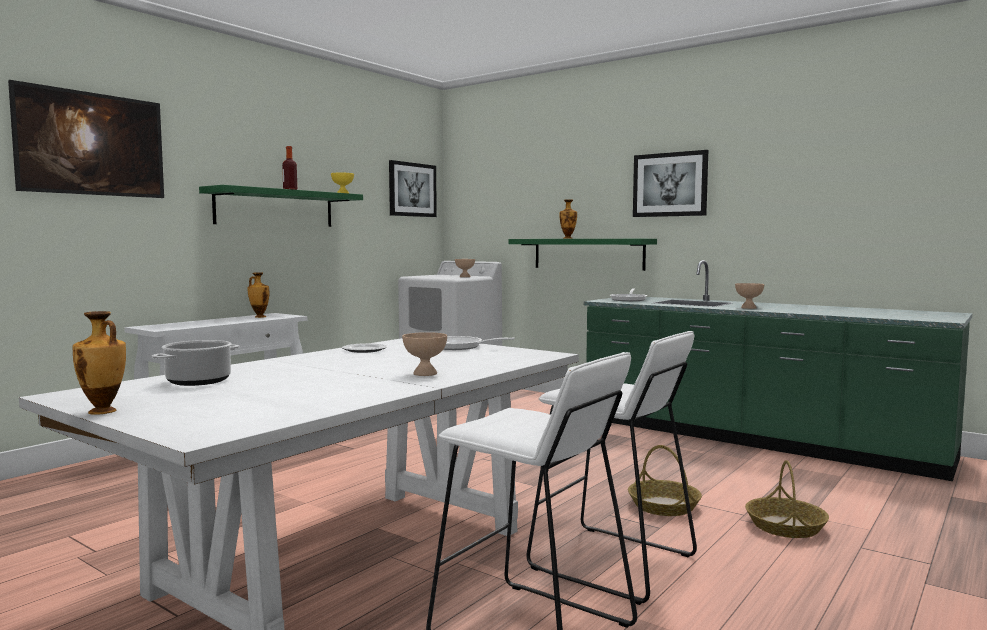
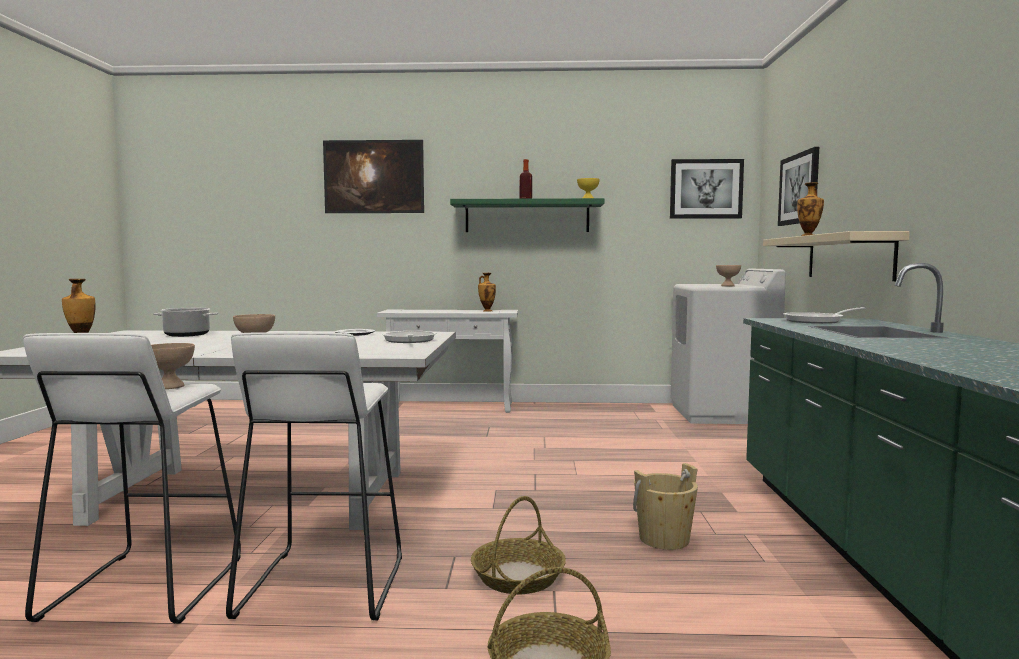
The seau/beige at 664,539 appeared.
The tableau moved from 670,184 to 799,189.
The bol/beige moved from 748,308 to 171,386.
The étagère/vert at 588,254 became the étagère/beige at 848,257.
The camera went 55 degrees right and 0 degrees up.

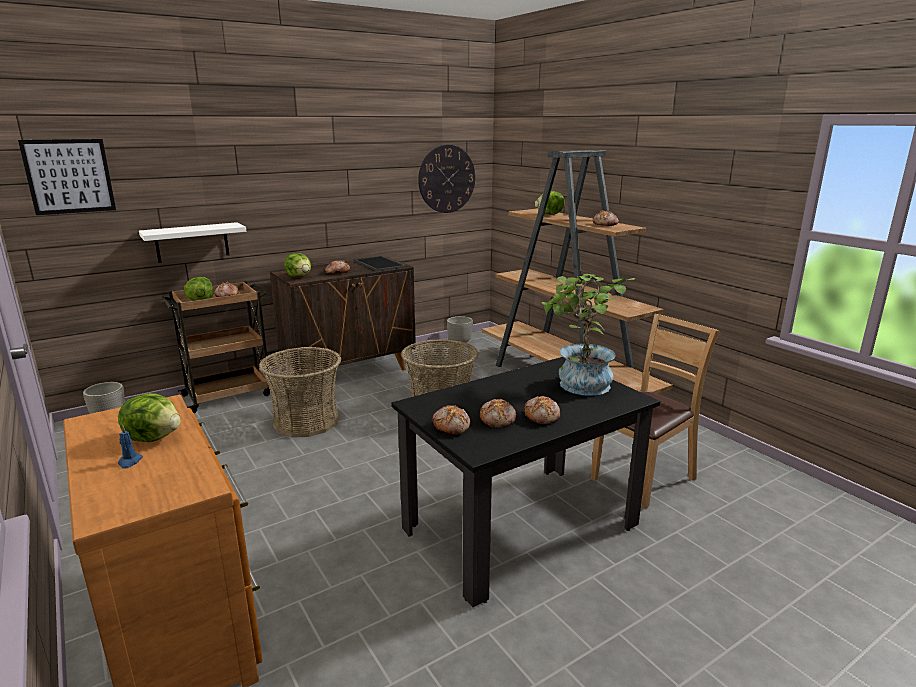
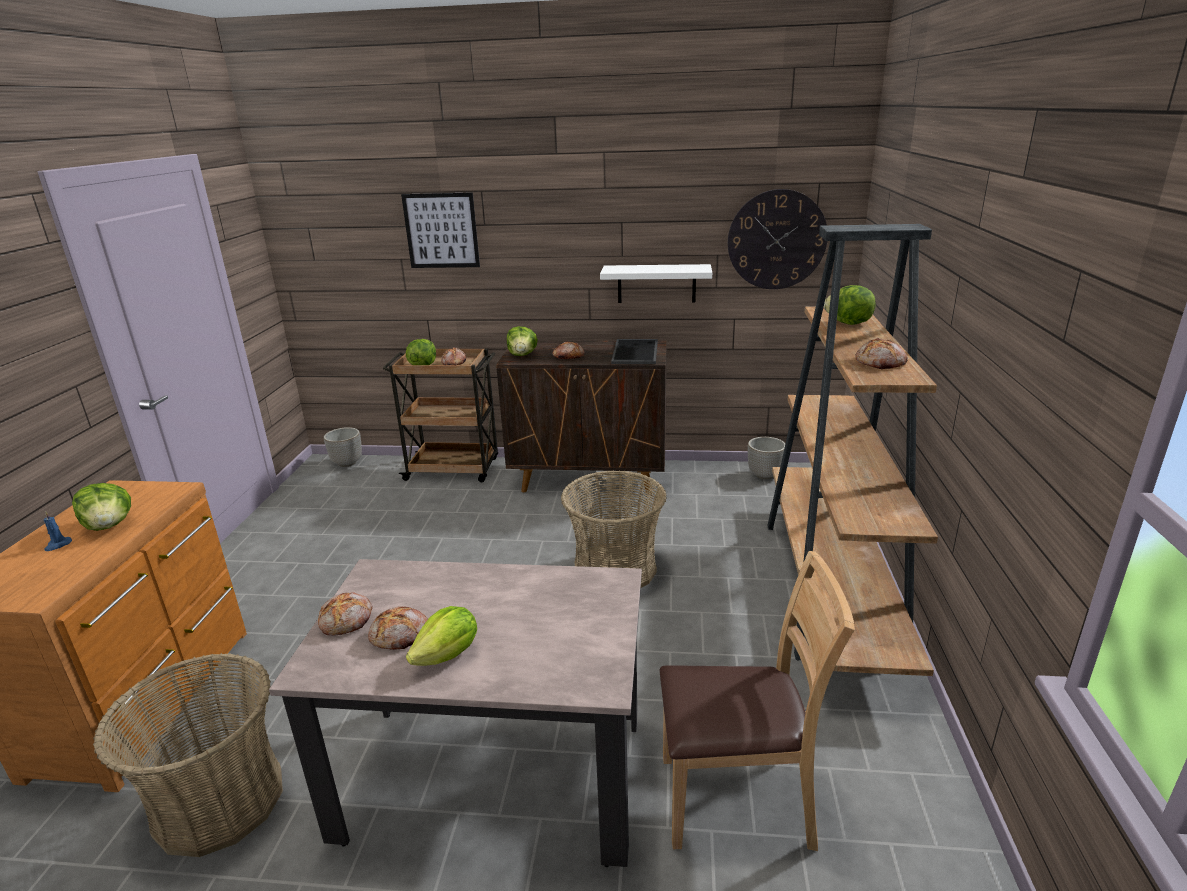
The plante en pot at 579,387 disappeared.
The tableau moved from 69,176 to 441,231.
The étagère/blanc moved from 192,242 to 656,283.
The panier moved from 306,421 to 219,800.
The pain at 542,416 was replaced by the laitue at 448,655.
The table à manger/noir at 520,528 became the table à manger/beige at 494,776.
The camera went 40 degrees right and 5 degrees up.

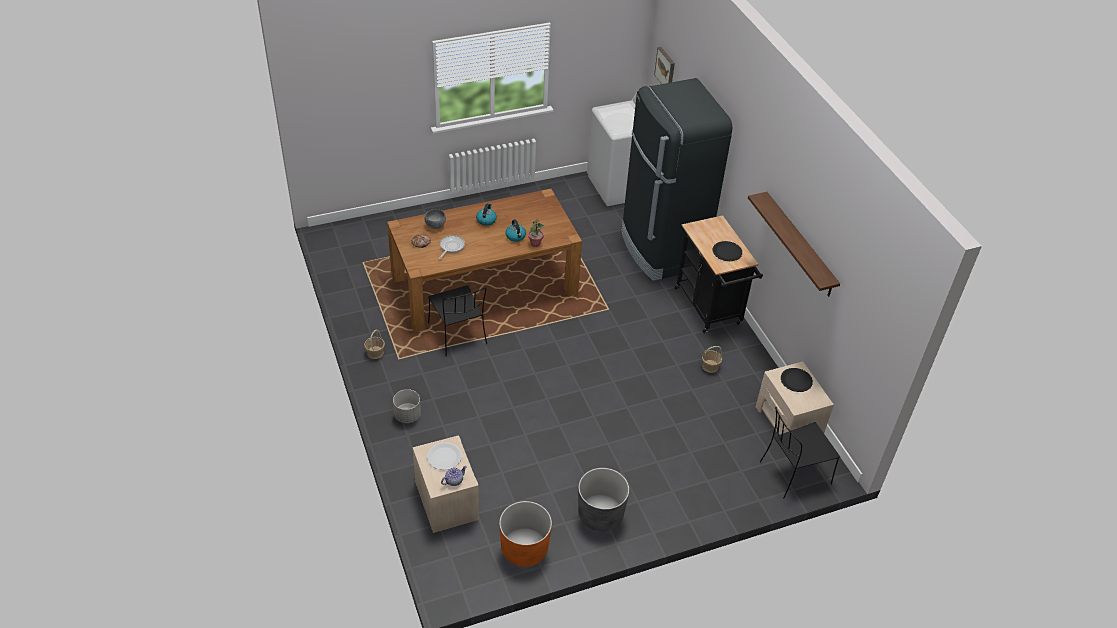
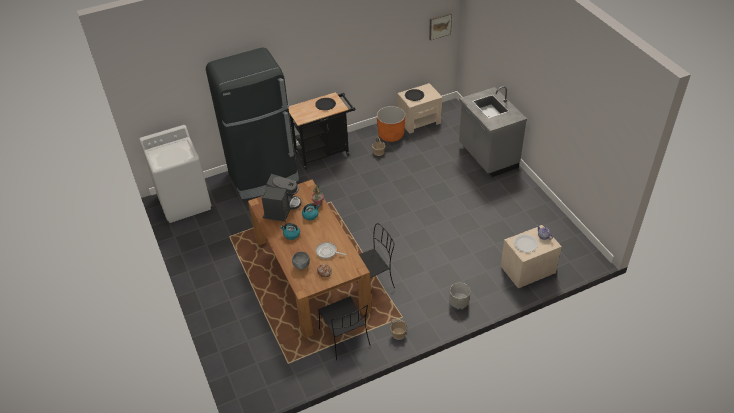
The cache-pot/gris at 600,514 disappeared.
The étagère at 799,245 disappeared.
The machine à café at 281,208 appeared.
The comptoir de cuisine/gris at 487,157 appeared.
The cache-pot/orange moved from 524,549 to 391,135.
The tableau moved from 666,68 to 439,25.
The chaise/noir moved from 793,473 to 345,338.
The camera went 90 degrees left and 0 degrees up.

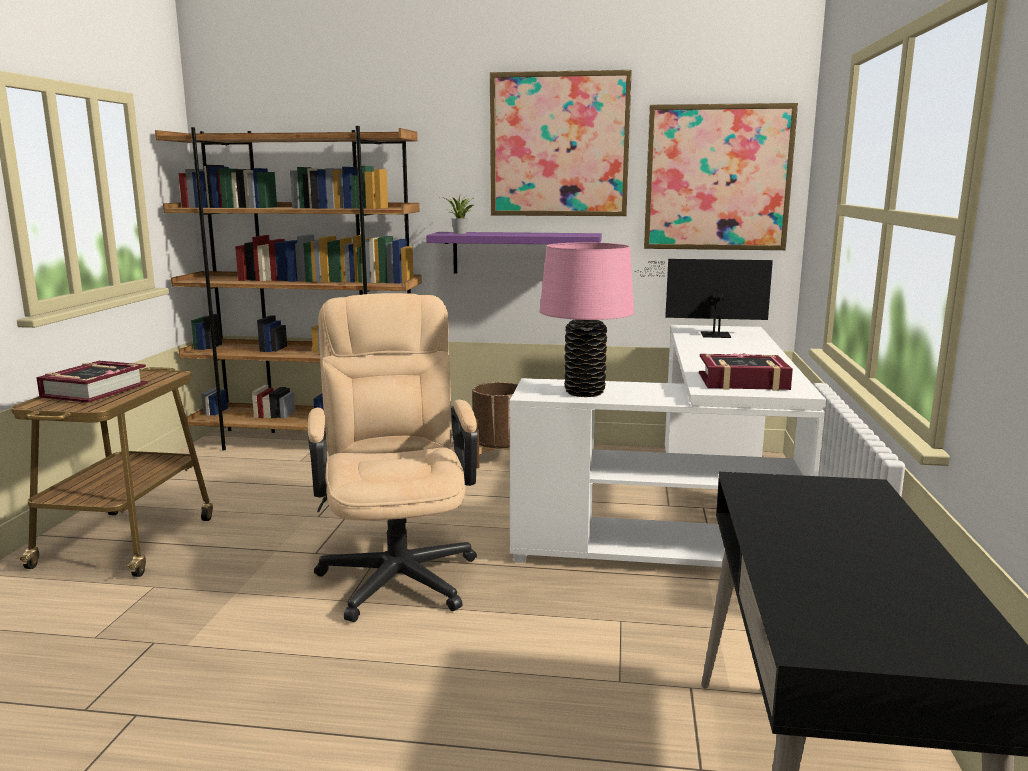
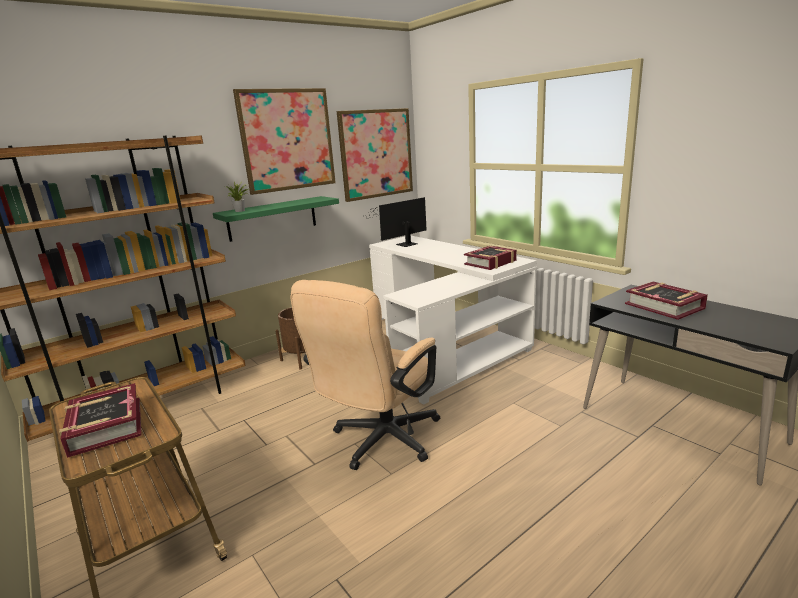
The lampe de table/rose at 584,392 disappeared.
The livre at 664,306 appeared.
The étagère/violet at 518,253 became the étagère/vert at 272,218.
The chaise de bureau/beige at 398,570 turned 90 degrees counterclockwise.
The camera went 45 degrees left and 5 degrees up.

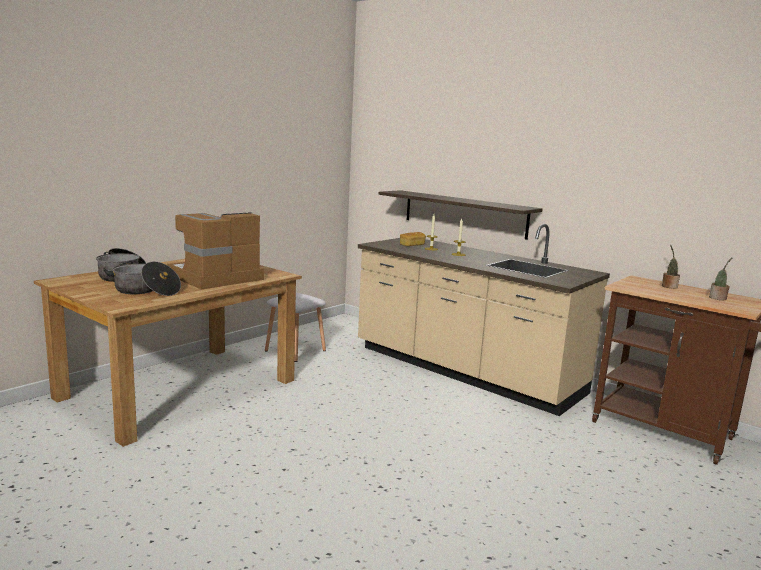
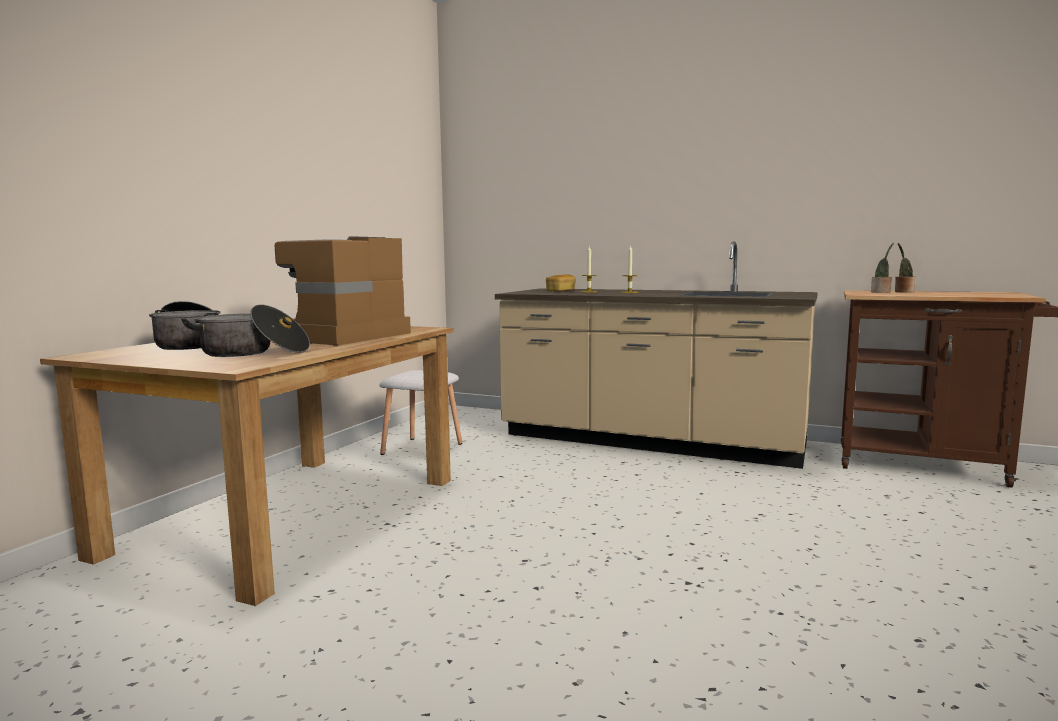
The étagère at 464,213 disappeared.
The plante en pot moved from 718,298 to 881,292.
The camera went 15 degrees left and 5 degrees down.

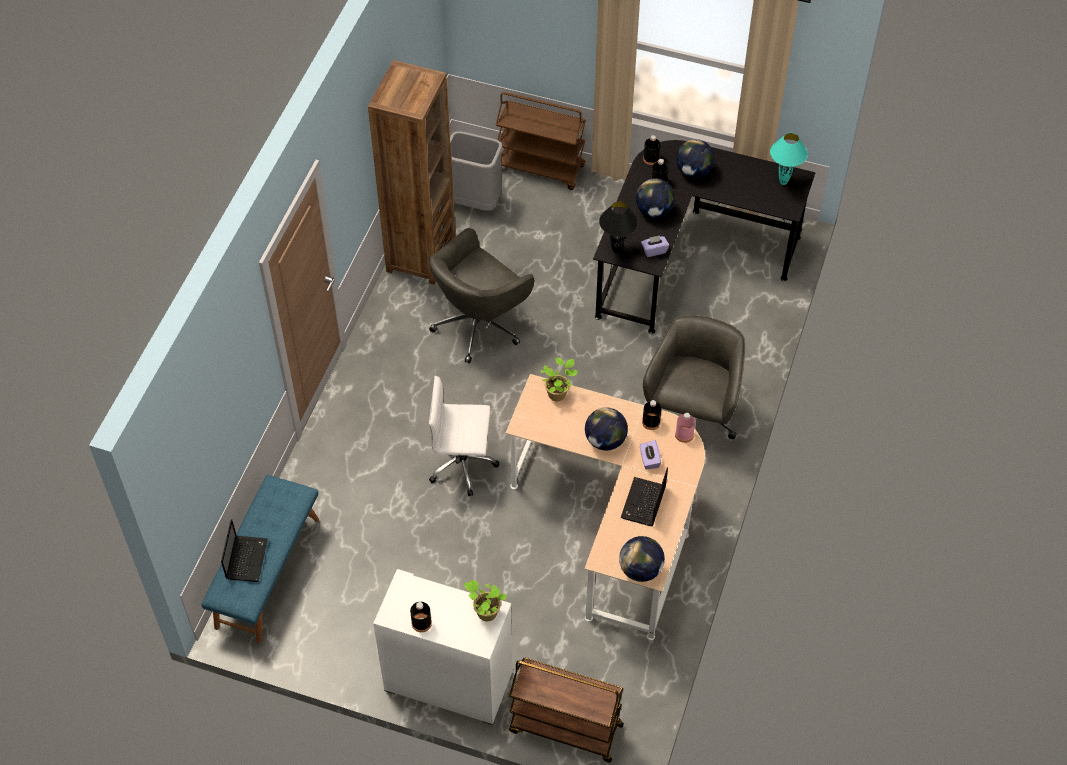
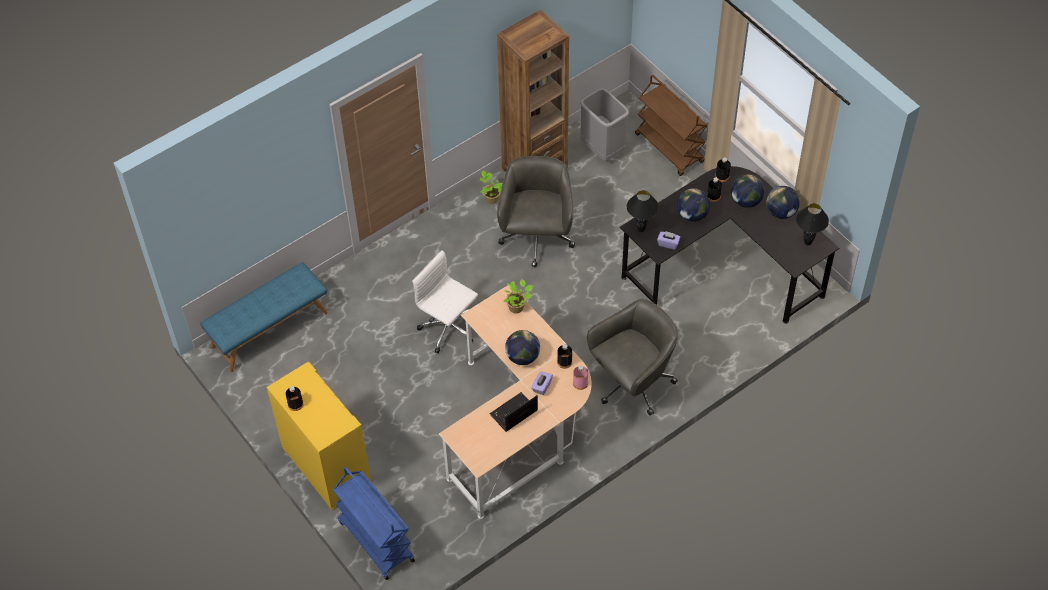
The ordinateur portable at 246,558 disappeared.
The plante en pot moved from 485,612 to 491,198.
The globe moved from 640,569 to 781,212.
The meuble de rangement/blanc at 447,682 became the meuble de rangement/jaune at 325,466.
The chariot/marron at 564,728 became the chariot/bleu at 375,540.
The lampe de table/turquoise at 783,182 became the lampe de table/noir at 807,243.
The chaise de bureau/gris at 480,324 turned 105 degrees clockwise.
The camera went 35 degrees right and 0 degrees up.

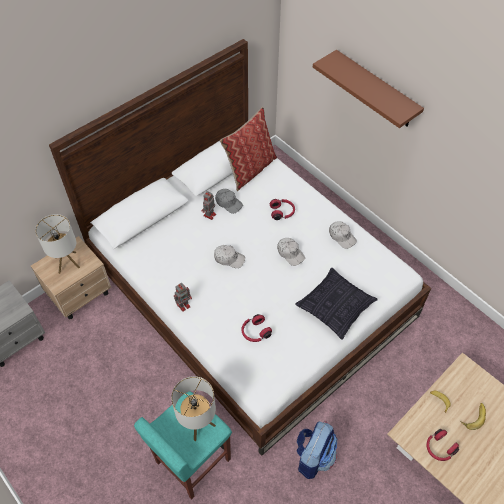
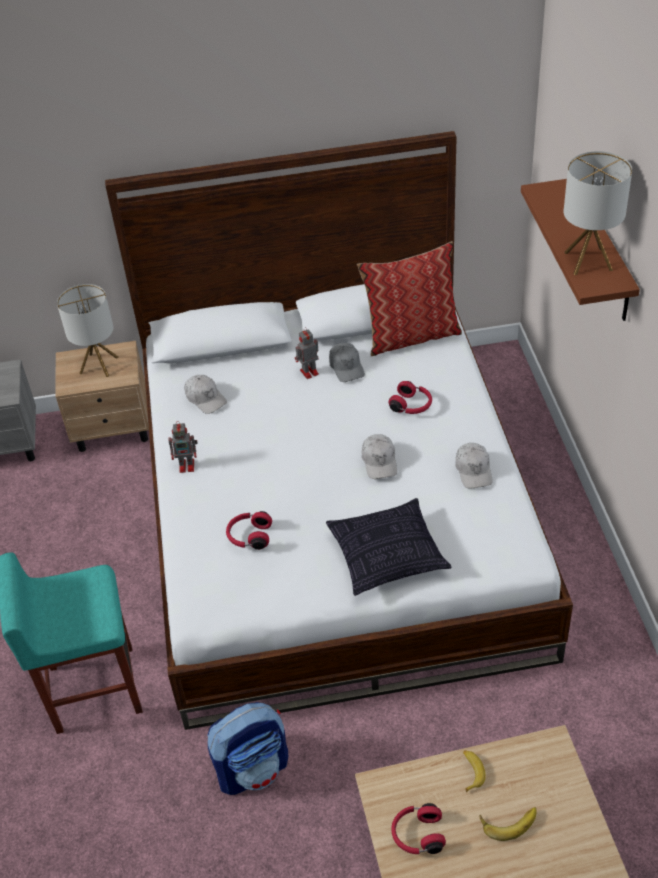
The lampe de table moved from 197,423 to 588,261.
The casquette/blanc moved from 229,258 to 205,398.
The camera went 35 degrees right and 10 degrees down.

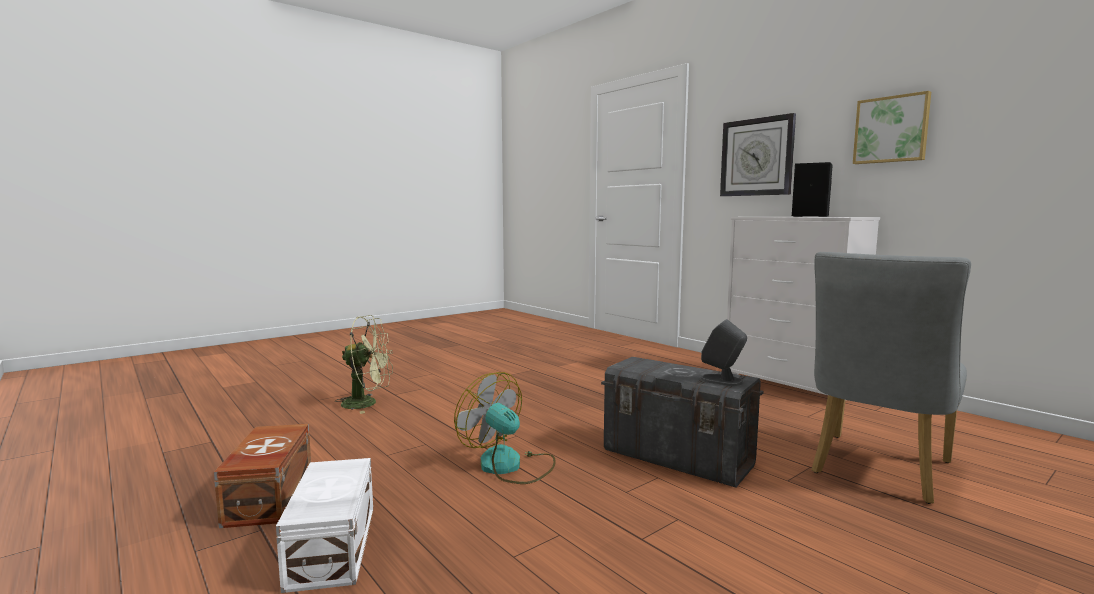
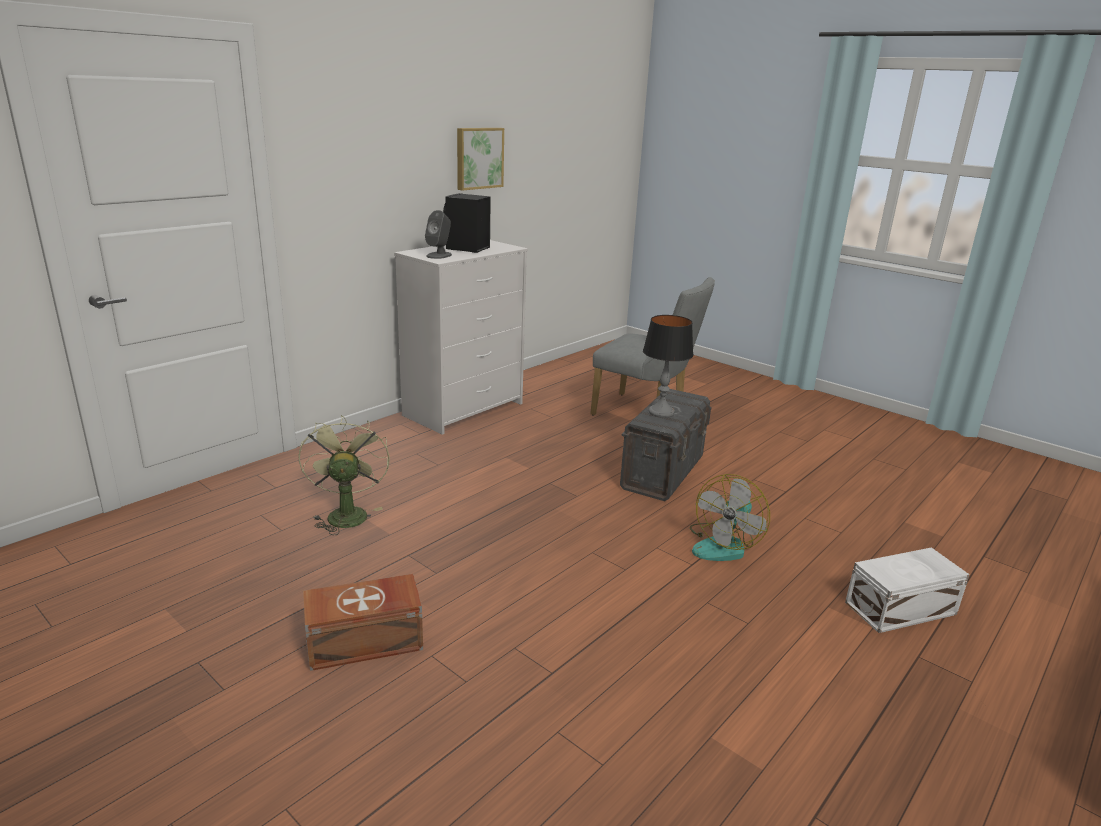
The horloge murale at 757,157 disappeared.
The lampe de table at 661,412 appeared.
The boîte de rangement/marron moved from 267,497 to 367,642.
The ventilateur/vert moved from 367,403 to 346,513.
The enceinte/gris moved from 722,380 to 439,255.
The camera went 100 degrees left and 15 degrees up.

